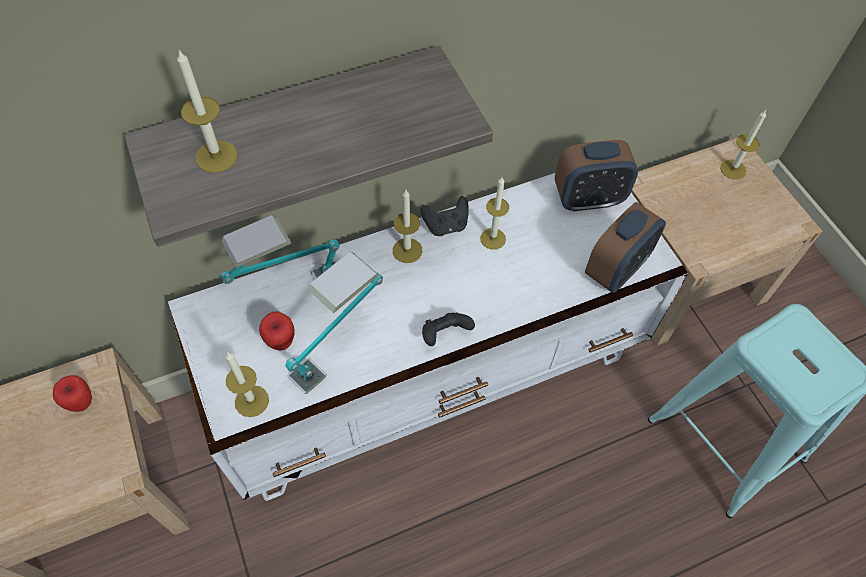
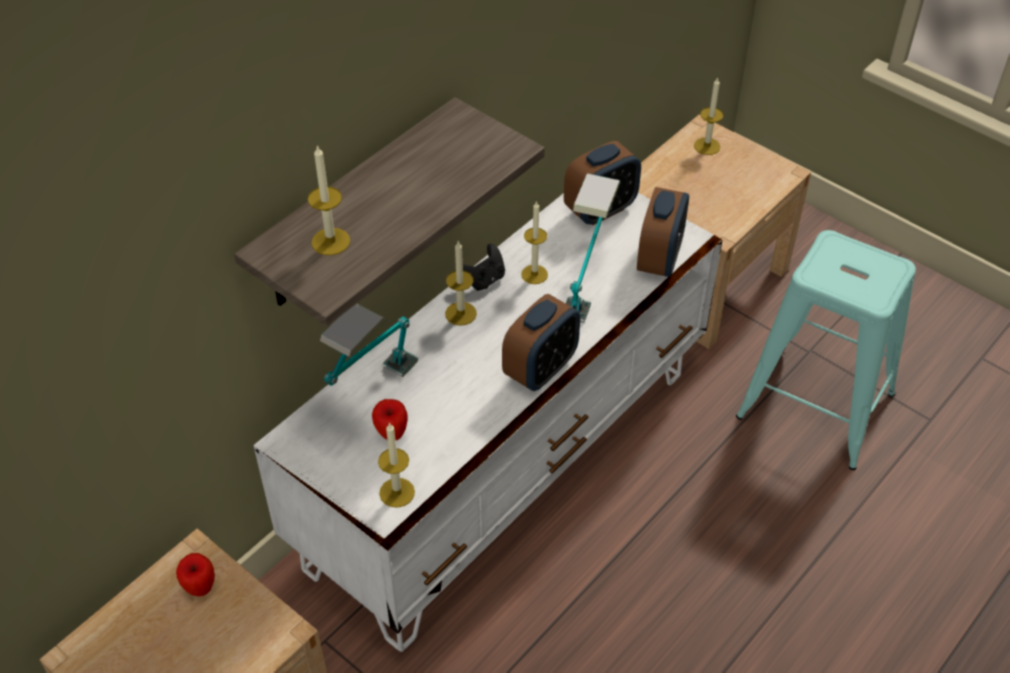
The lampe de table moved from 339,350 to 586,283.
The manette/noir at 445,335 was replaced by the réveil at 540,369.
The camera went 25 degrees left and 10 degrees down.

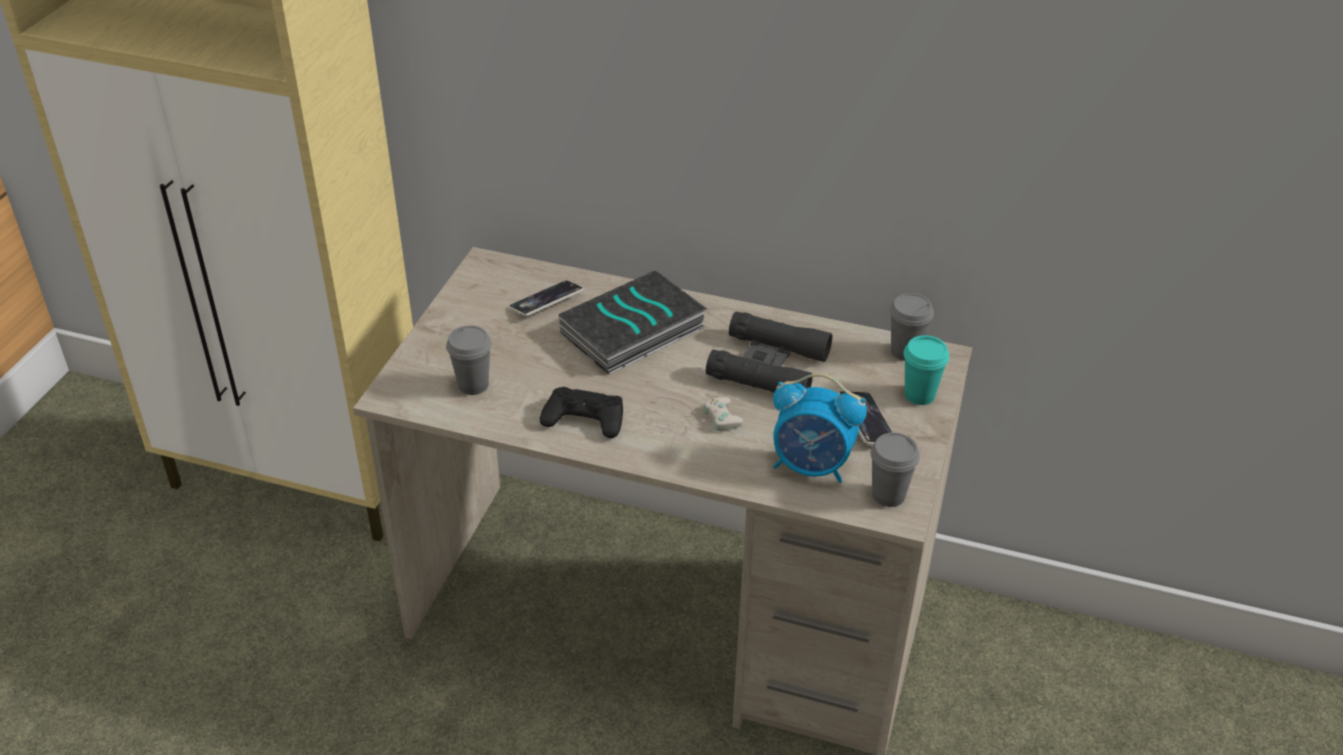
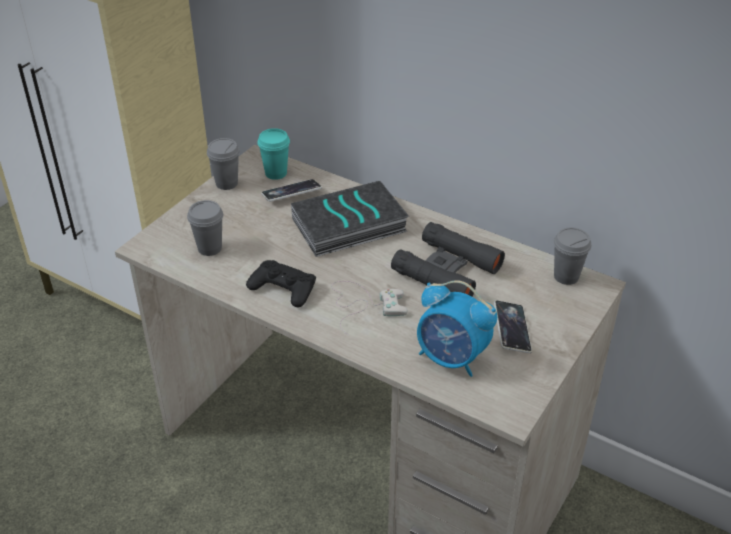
The tasse/gris moved from 888,495 to 227,183.
The tasse/turquoise moved from 919,395 to 276,173.
The camera went 15 degrees right and 0 degrees up.

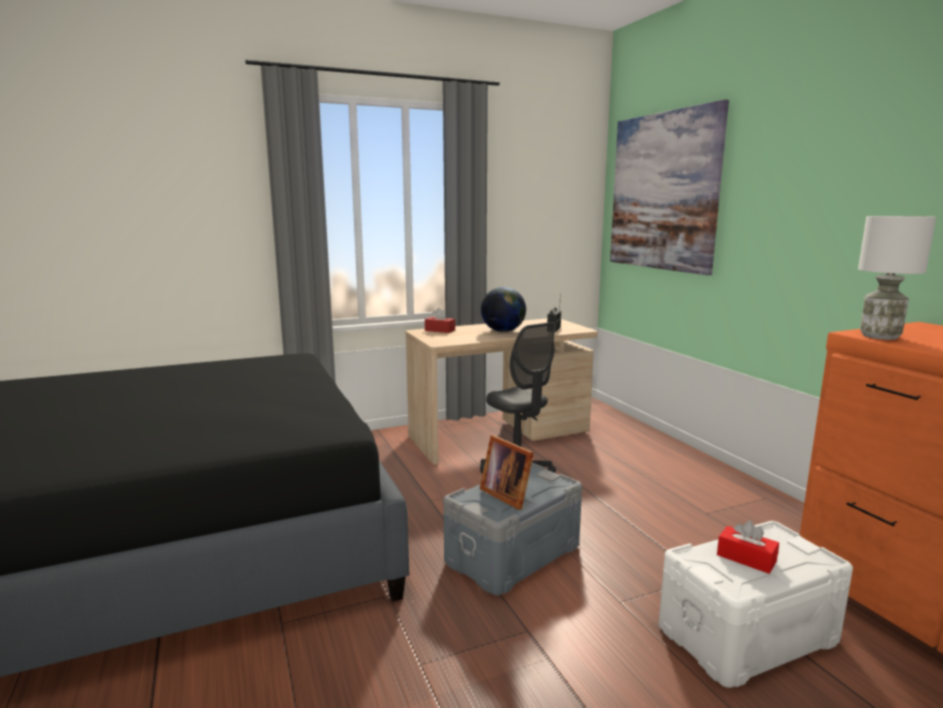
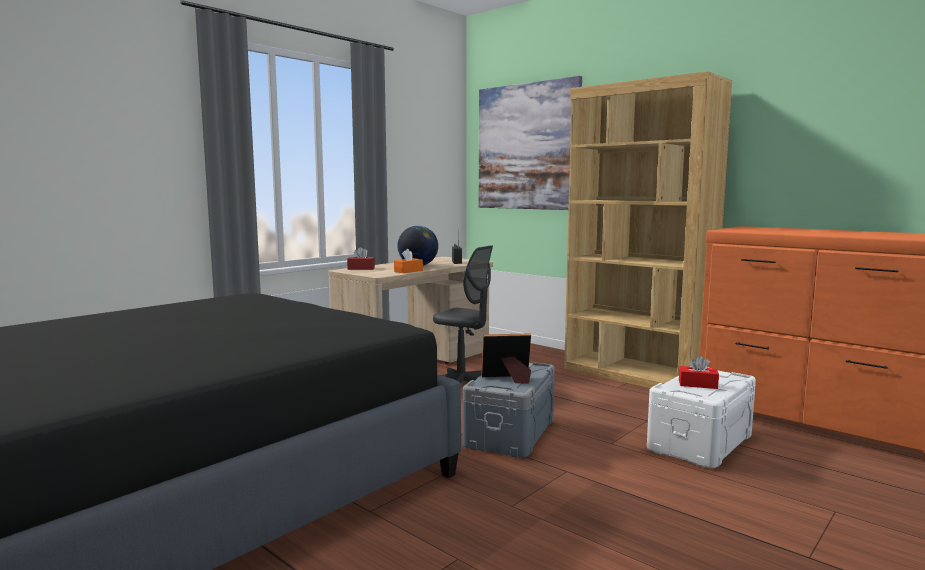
The lampe de table/blanc at 879,336 disappeared.
The boîte à mouchoirs/orange at 408,271 appeared.
The bibliothèque/marron at 635,375 appeared.
The cadre photo at 507,494 turned 150 degrees clockwise.
The camera went 25 degrees left and 5 degrees down.

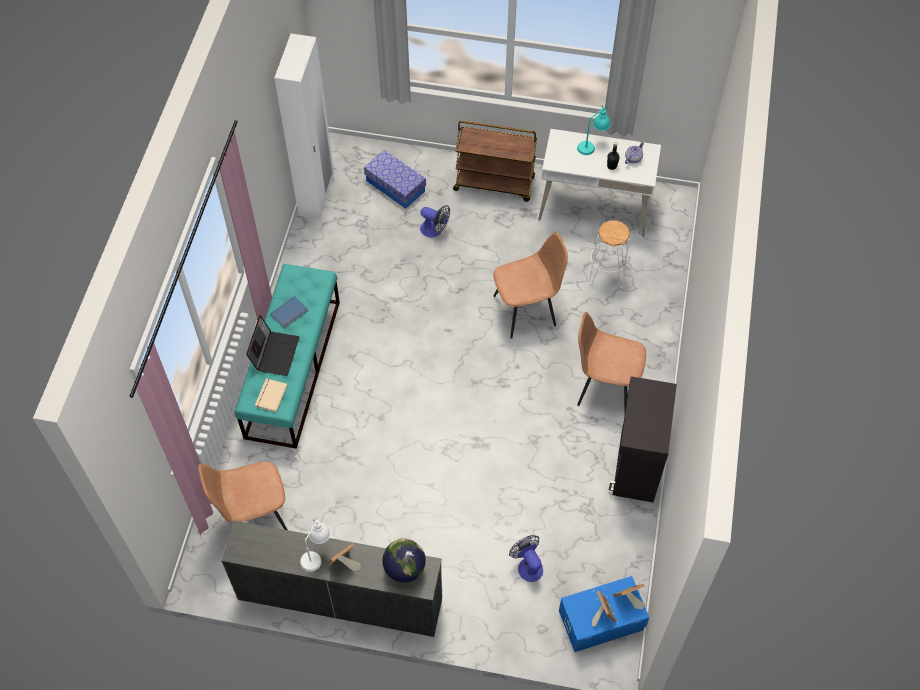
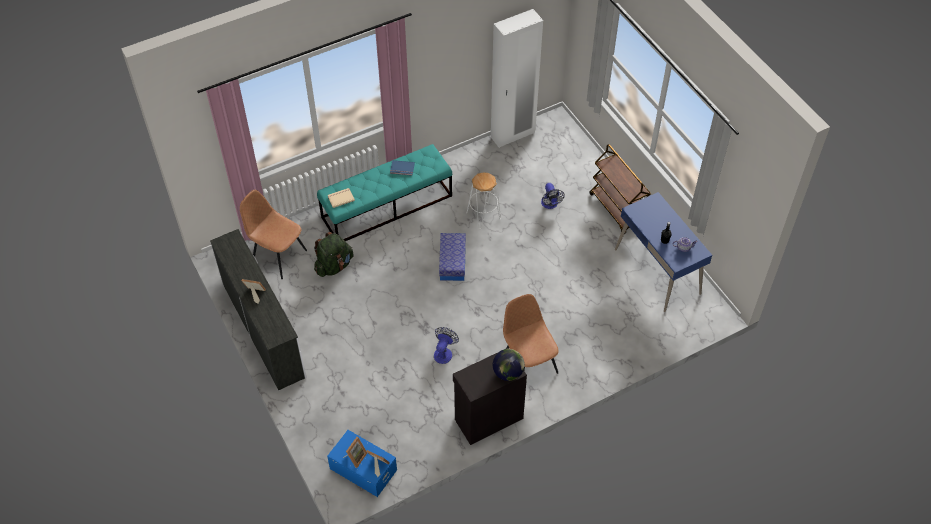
The ordinateur portable at 275,353 disappeared.
The lampe de table/blanc at 316,554 disappeared.
The chaise/marron at 526,310 disappeared.
The lampe de table/turquoise at 592,145 disappeared.
The sac à dos/vert at 334,266 appeared.
The boîte de rangement moved from 395,186 to 452,262.
The globe moved from 405,568 to 508,373.
The ventilateur moved from 527,565 to 444,352.
The tabouret/blanc moved from 606,273 to 483,215.
The bureau/blanc at 594,207 became the bureau/bleu at 657,271.
The camera went 50 degrees right and 5 degrees down.

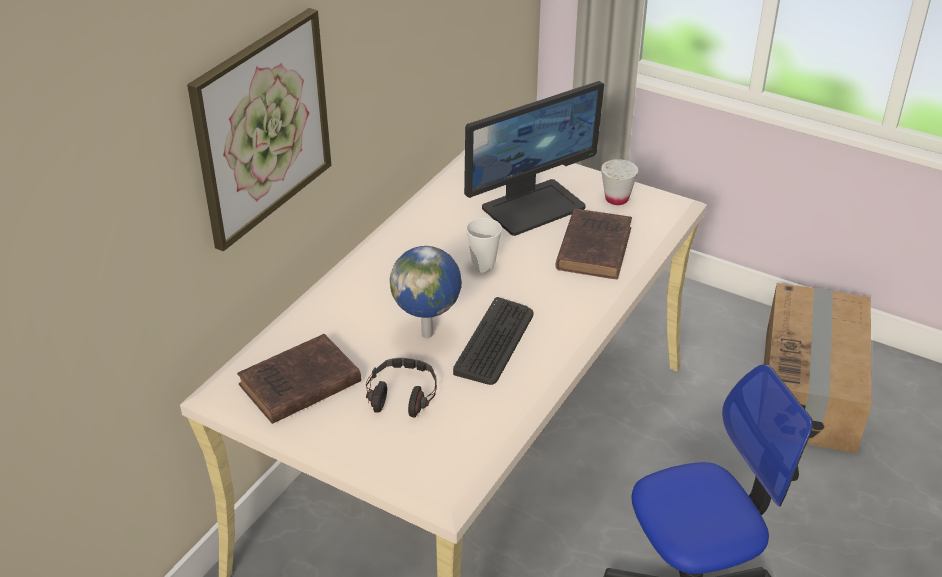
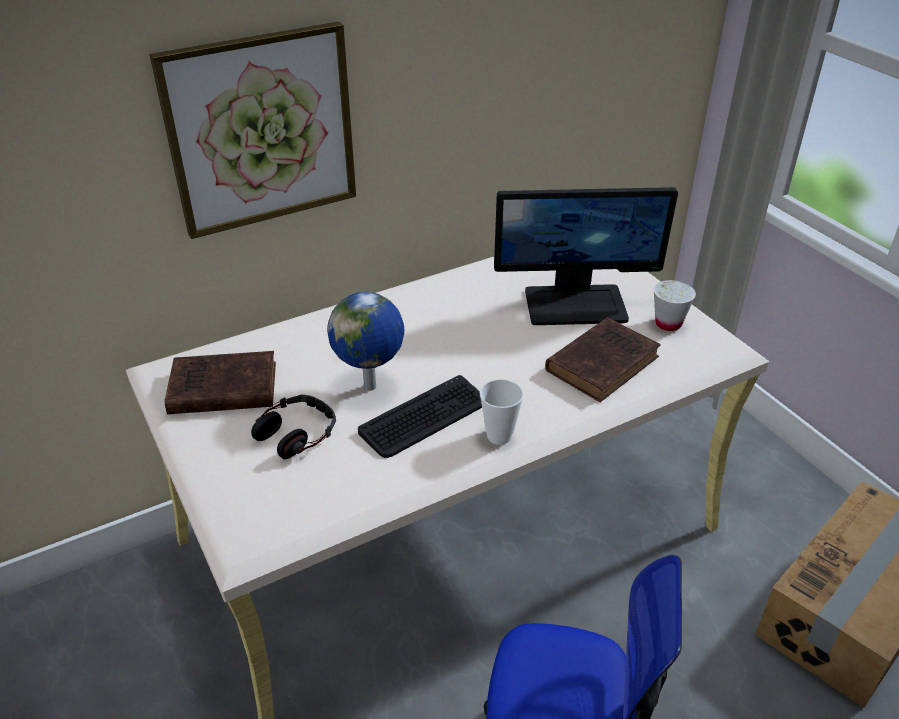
The tasse moved from 483,266 to 499,436.
The camera went 30 degrees right and 0 degrees up.

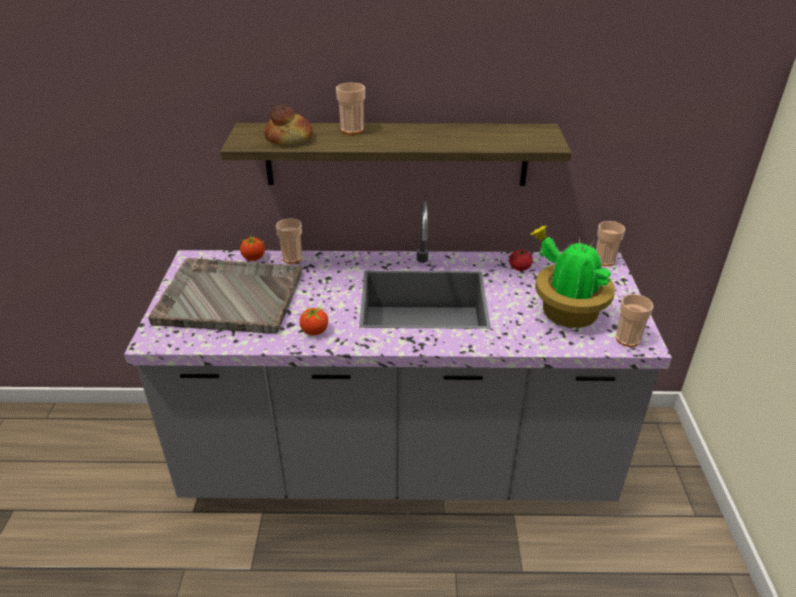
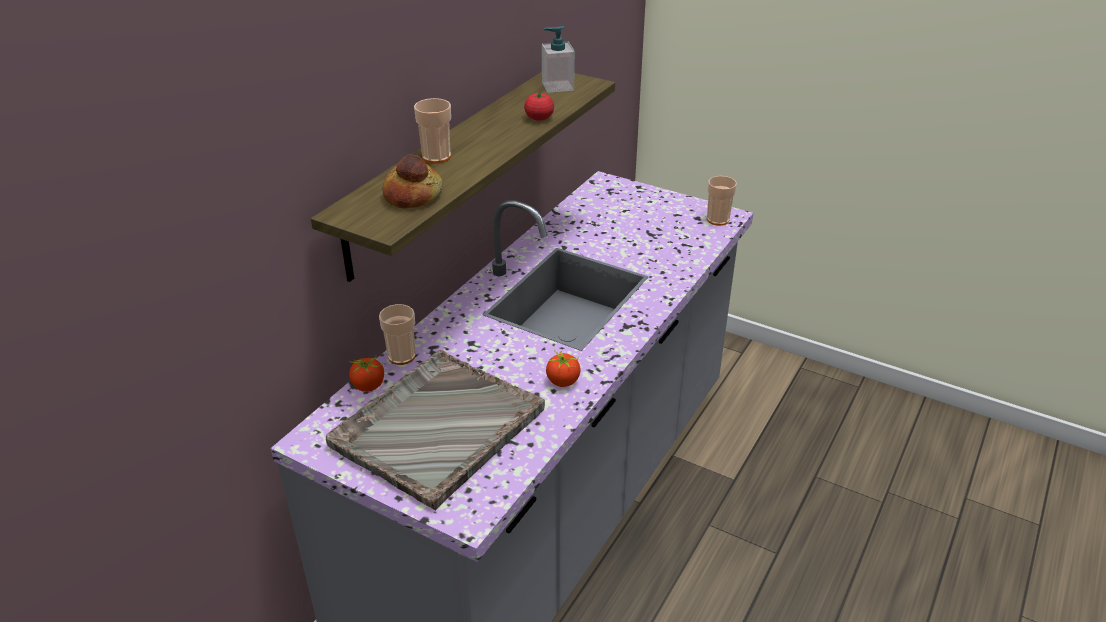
The plante en pot at 566,313 disappeared.
The tasse at 604,260 disappeared.
The distributeur de savon at 557,86 appeared.
The tomate moved from 519,268 to 539,118.
The camera went 60 degrees left and 0 degrees up.

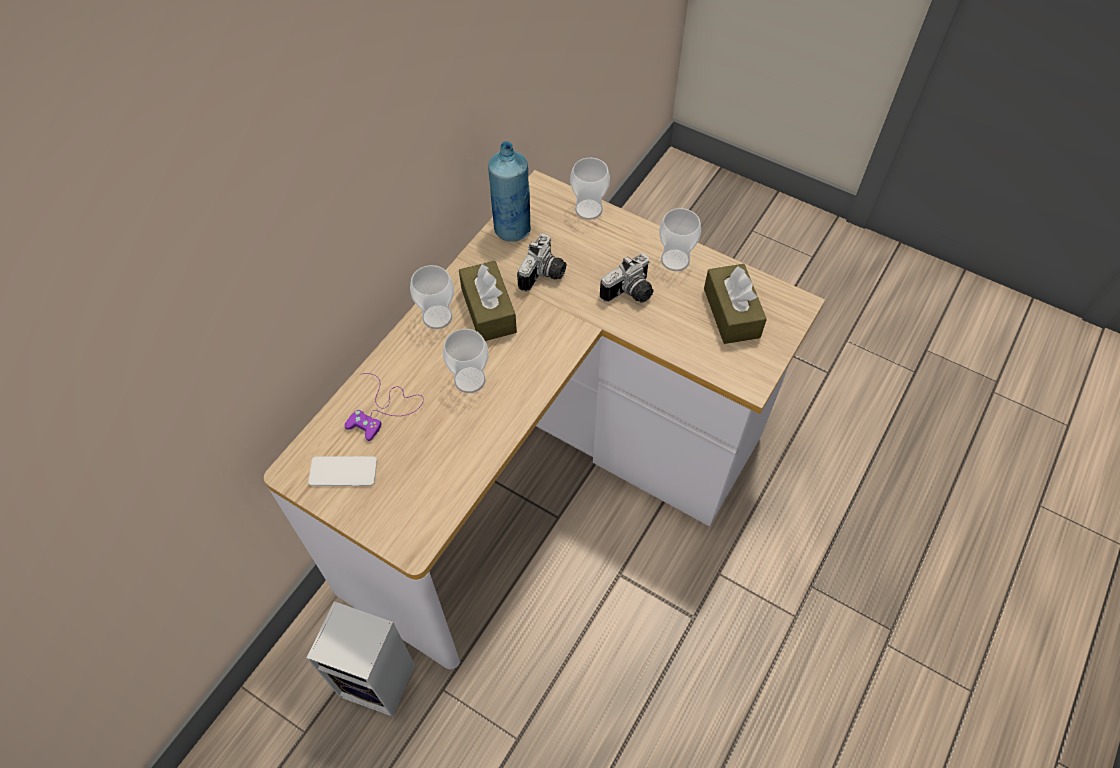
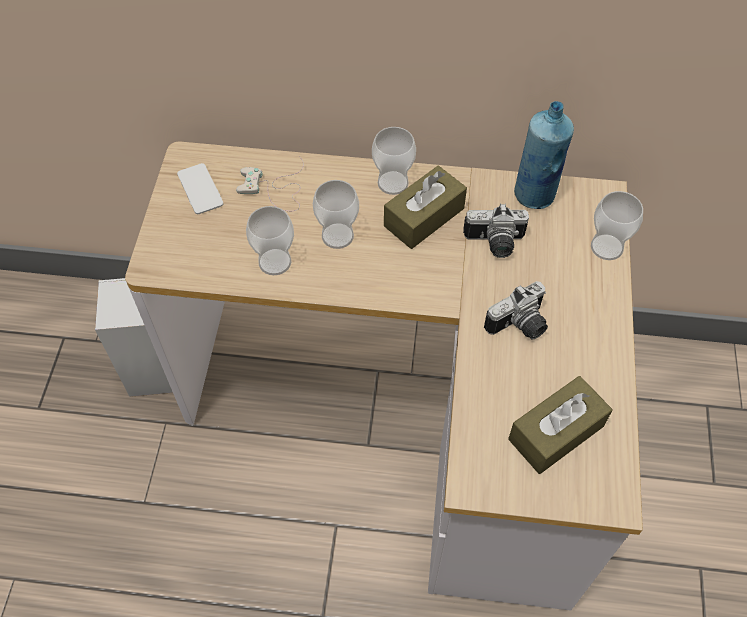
The tasse moved from 675,260 to 275,262.
The manette/violet at 385,409 became the manette/blanc at 275,189.
The appareil photo at 630,293 turned 60 degrees counterclockwise.
The camera went 65 degrees right and 0 degrees up.

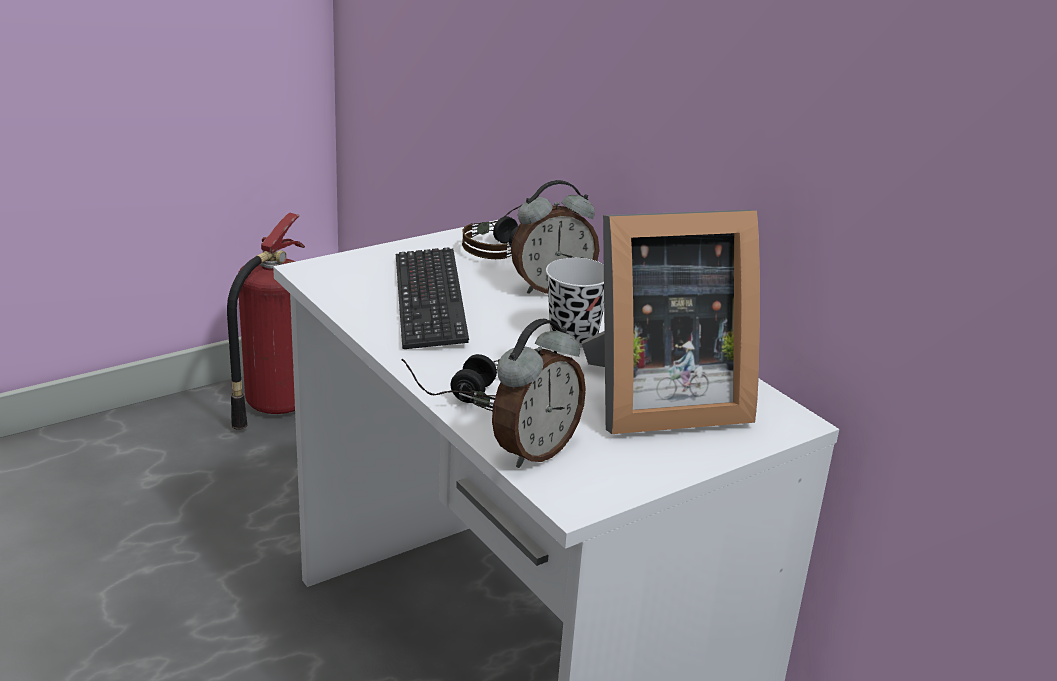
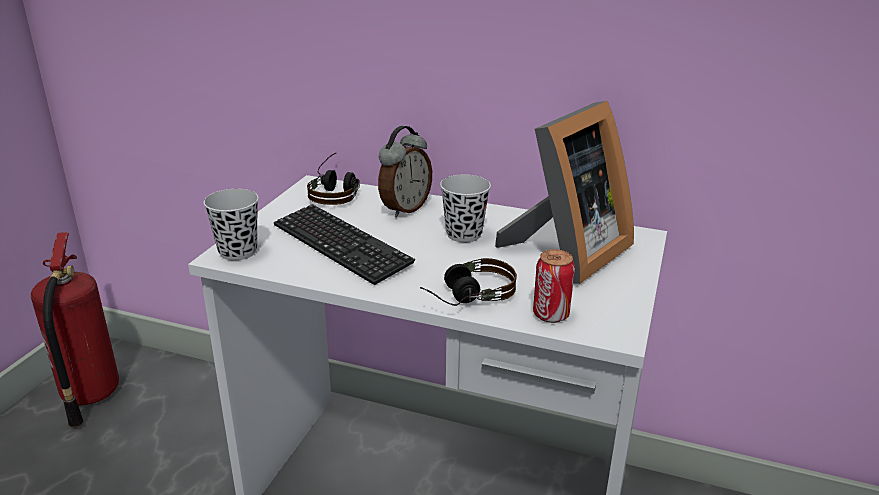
The tasse/noir at 238,251 appeared.
The réveil at 533,450 was replaced by the boîte métallique at 550,315.
The camera went 35 degrees left and 0 degrees up.

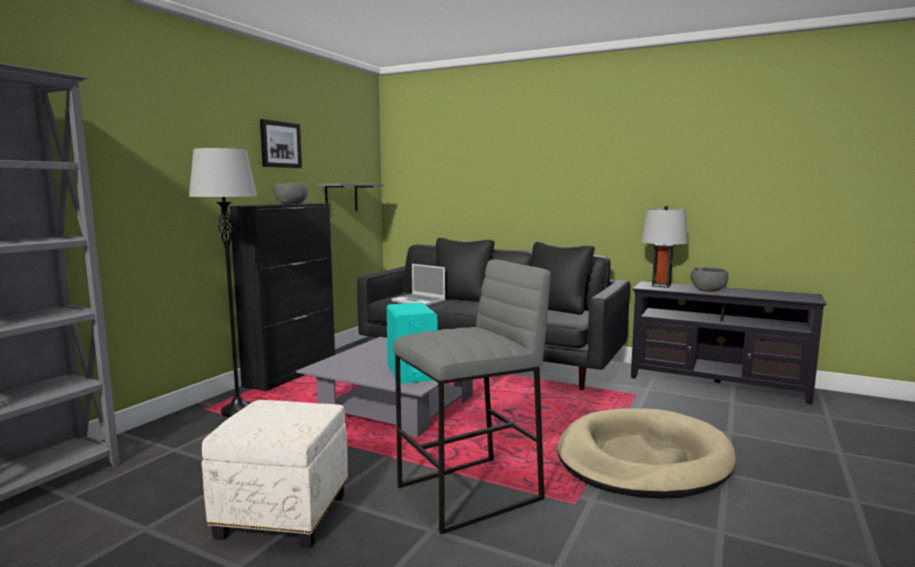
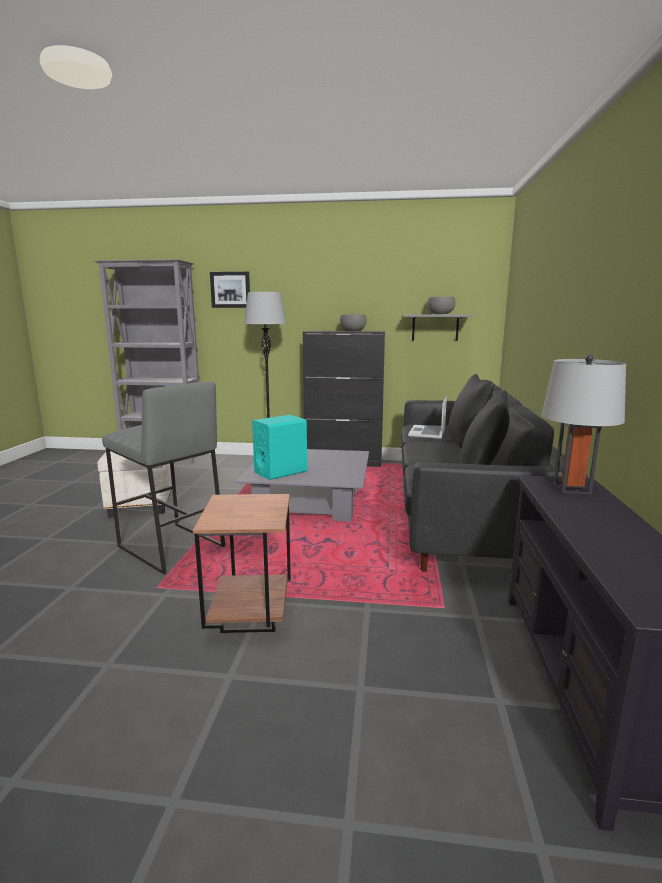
The tableau moved from 280,144 to 230,290.
The bol/gris moved from 708,290 to 441,314.
The panier pour chien/beige at 642,459 was replaced by the table d'appoint/marron at 249,617.
The camera went 70 degrees right and 5 degrees up.

